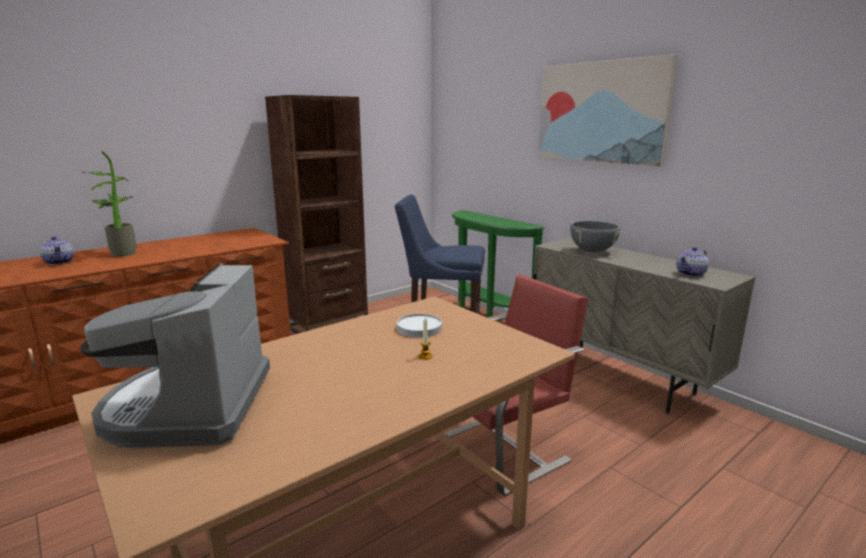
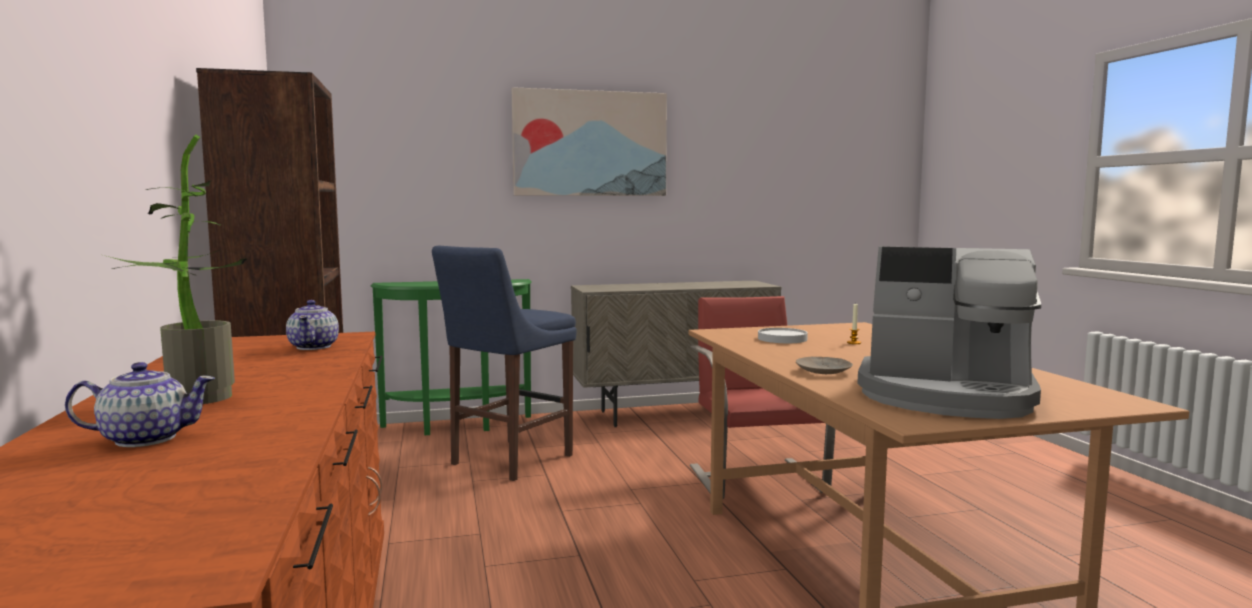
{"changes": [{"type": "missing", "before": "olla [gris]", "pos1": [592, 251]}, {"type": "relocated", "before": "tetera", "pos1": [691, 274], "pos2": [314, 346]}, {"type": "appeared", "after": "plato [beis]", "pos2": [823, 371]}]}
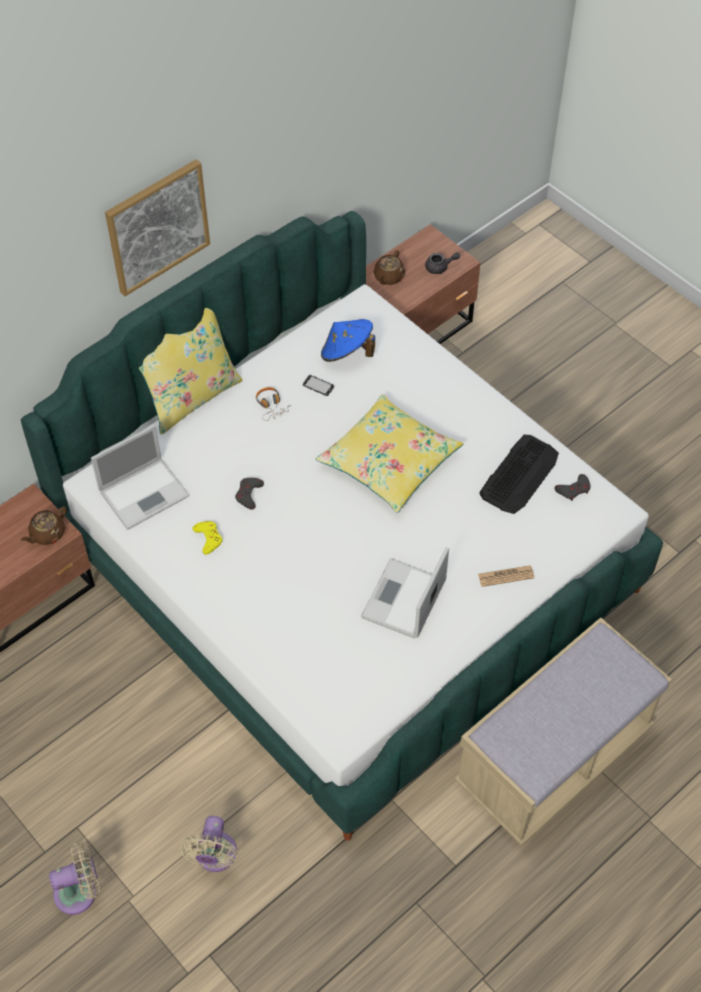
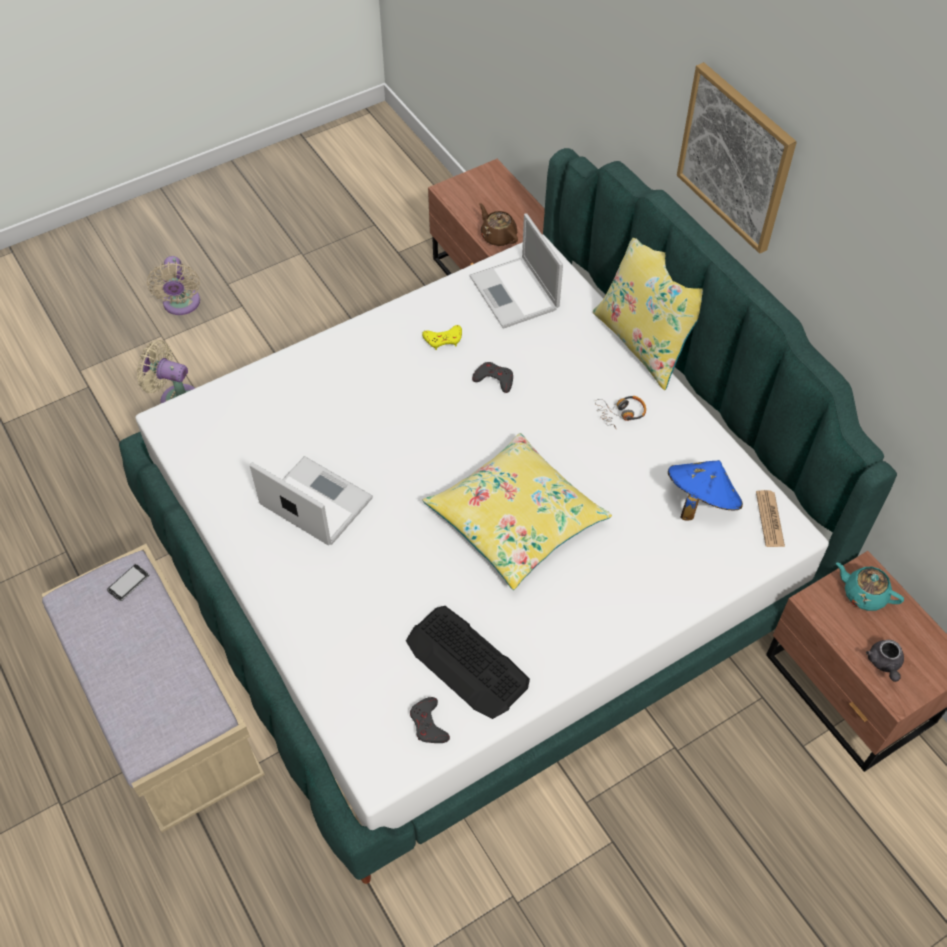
{"changes": [{"type": "relocated", "before": "móvil", "pos1": [318, 386], "pos2": [128, 583]}, {"type": "colour", "before": "tetera [marrón]", "after": "tetera [turquesa]", "pos1": [388, 277], "pos2": [863, 594]}, {"type": "relocated", "before": "periódico", "pos1": [506, 576], "pos2": [769, 519]}]}
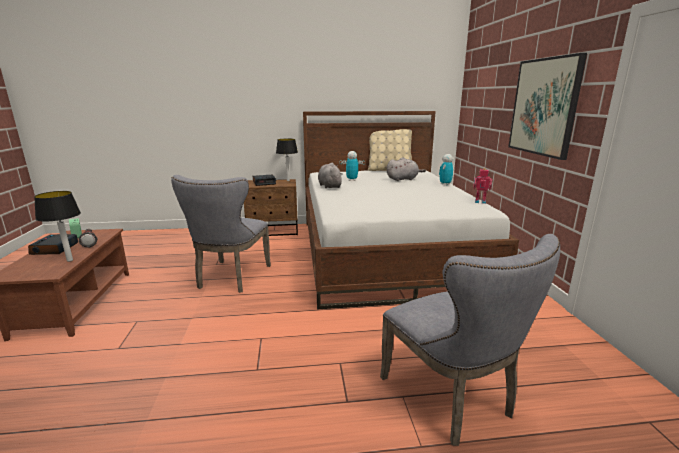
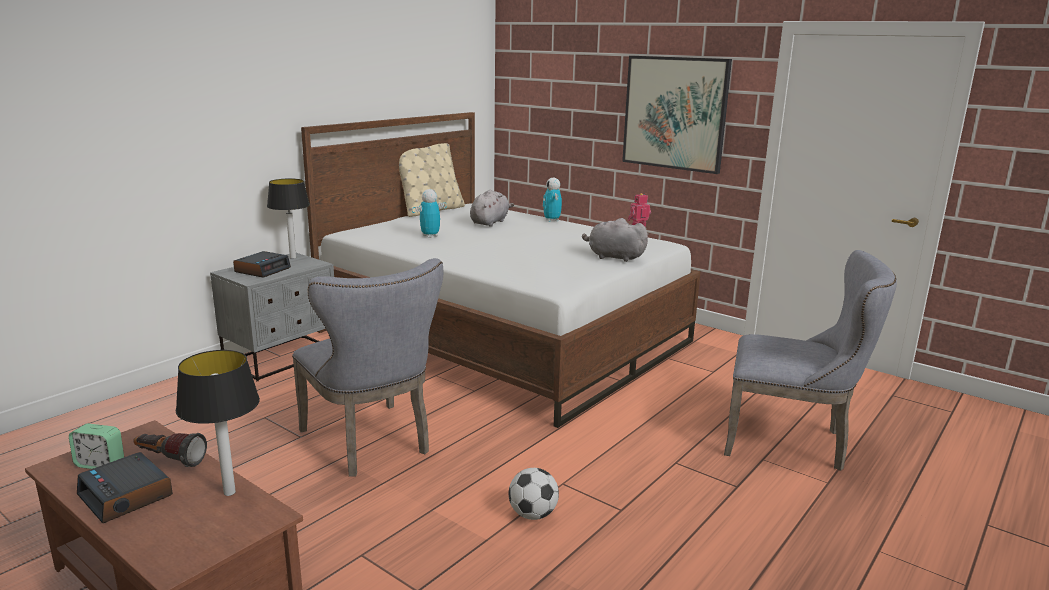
{"changes": [{"type": "colour", "before": "mesita de noche [marrón]", "after": "mesita de noche [gris]", "pos1": [273, 231], "pos2": [283, 358]}, {"type": "relocated", "before": "peluche [gris]", "pos1": [329, 186], "pos2": [613, 257]}, {"type": "appeared", "after": "balón de fútbol", "pos2": [533, 514]}]}
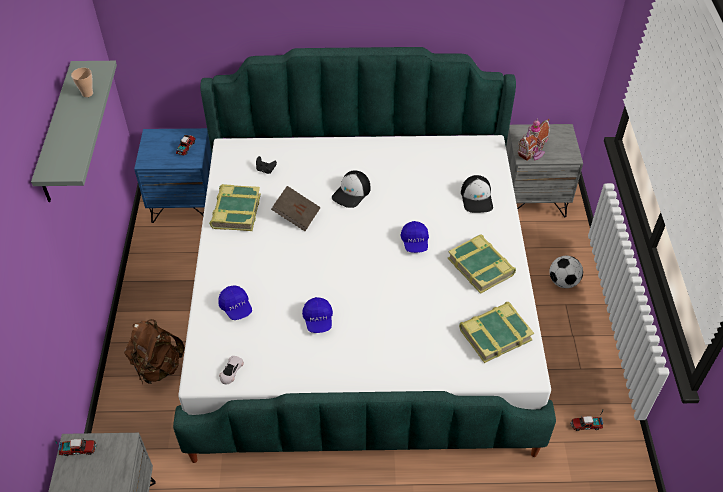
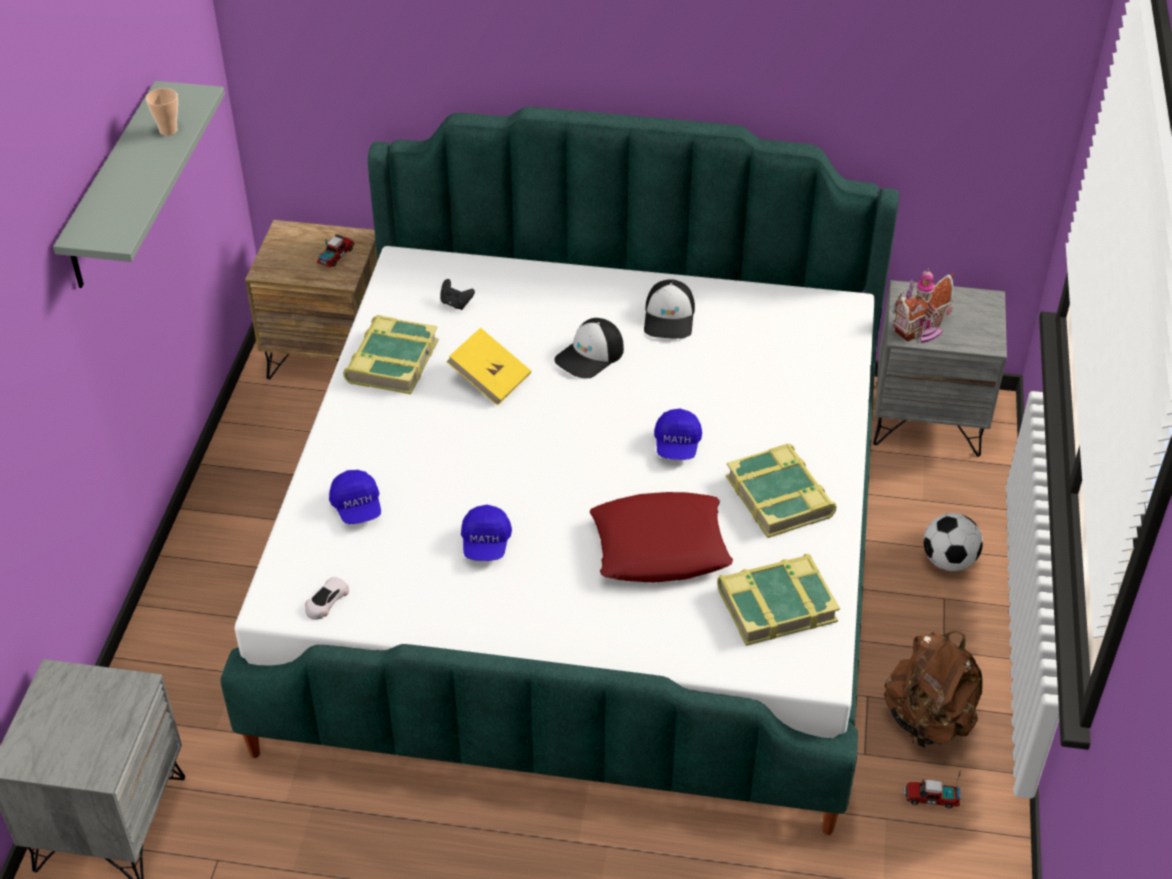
{"changes": [{"type": "missing", "before": "camión de juguete", "pos1": [79, 449]}, {"type": "relocated", "before": "mochila [marrón]", "pos1": [158, 367], "pos2": [928, 721]}, {"type": "colour", "before": "mesita de noche [azul]", "after": "mesita de noche [marrón]", "pos1": [184, 203], "pos2": [328, 355]}, {"type": "colour", "before": "libro [marrón]", "after": "libro [amarillo]", "pos1": [297, 215], "pos2": [490, 379]}, {"type": "relocated", "before": "gorra", "pos1": [477, 198], "pos2": [669, 318]}, {"type": "appeared", "after": "cojín [rojo]", "pos2": [660, 546]}]}
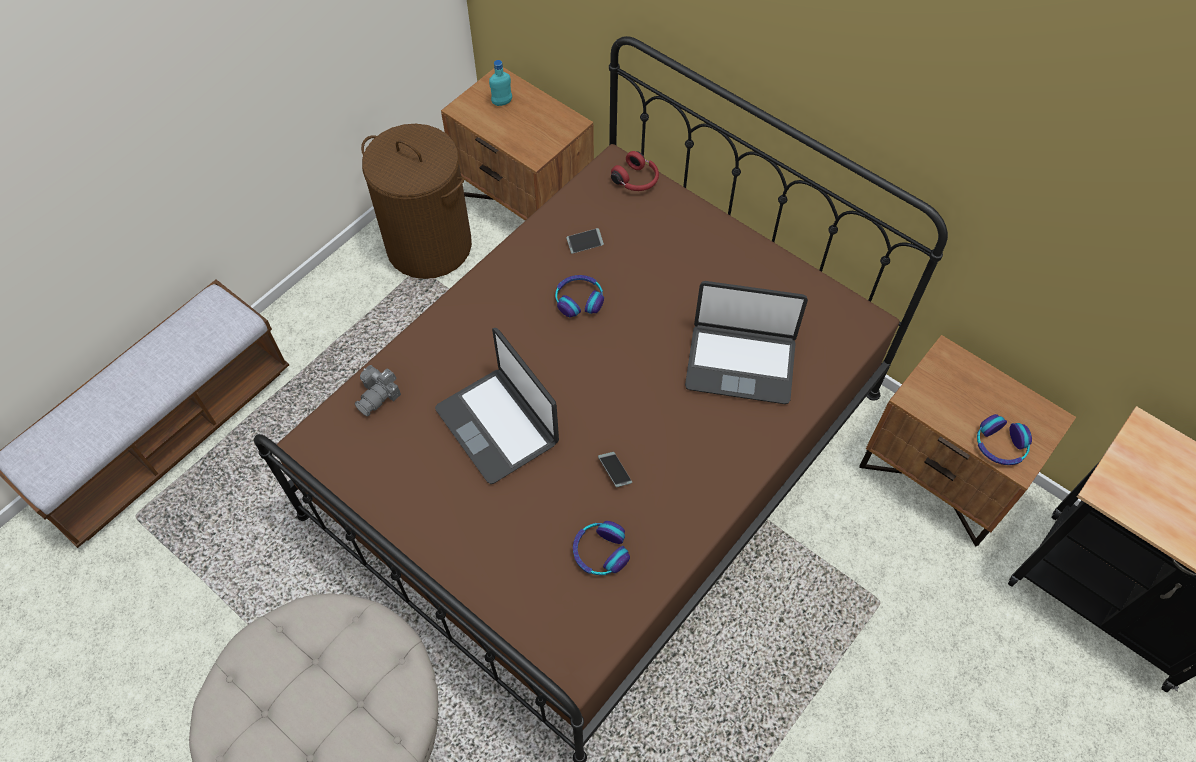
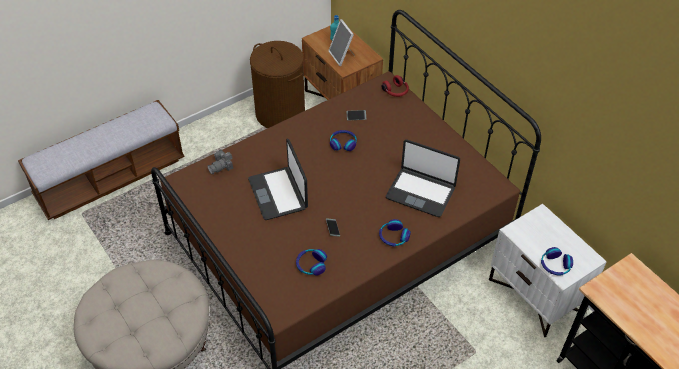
{"changes": [{"type": "colour", "before": "mesita de noche [marrón]", "after": "mesita de noche [blanco]", "pos1": [939, 476], "pos2": [535, 295]}, {"type": "appeared", "after": "portarretratos", "pos2": [342, 56]}, {"type": "appeared", "after": "auriculares", "pos2": [393, 237]}]}
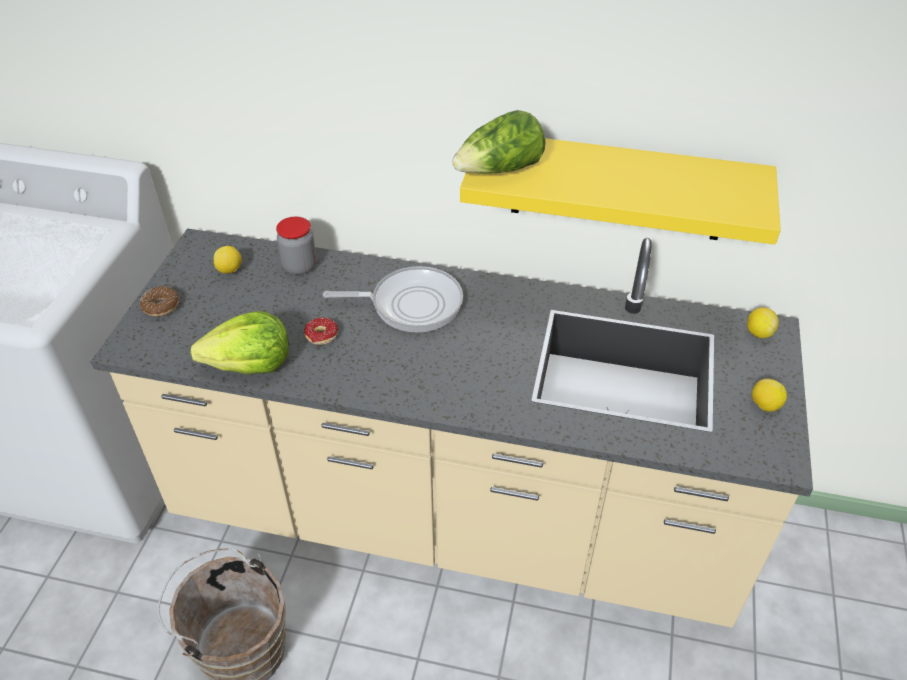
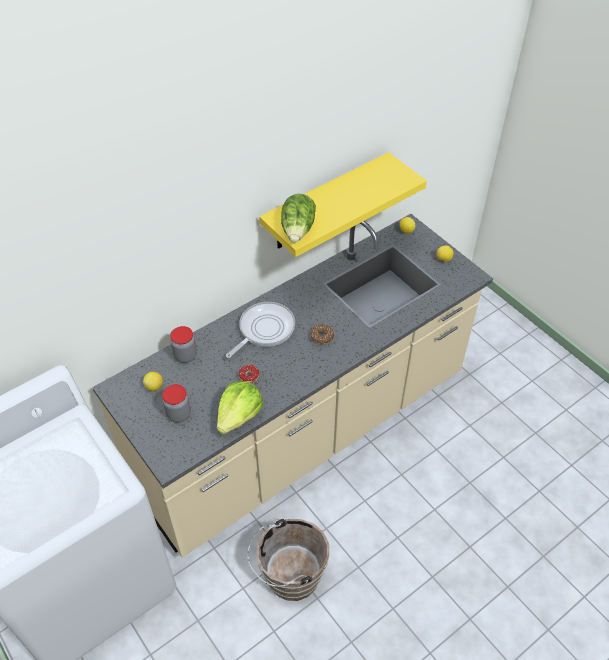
{"changes": [{"type": "relocated", "before": "rosquilla", "pos1": [161, 306], "pos2": [322, 336]}, {"type": "appeared", "after": "tarro", "pos2": [178, 414]}]}
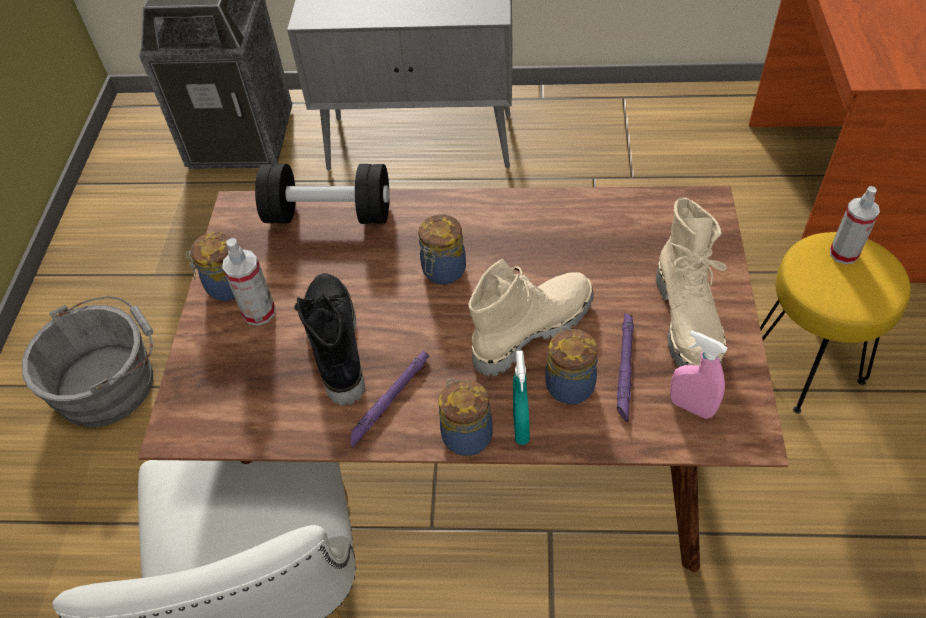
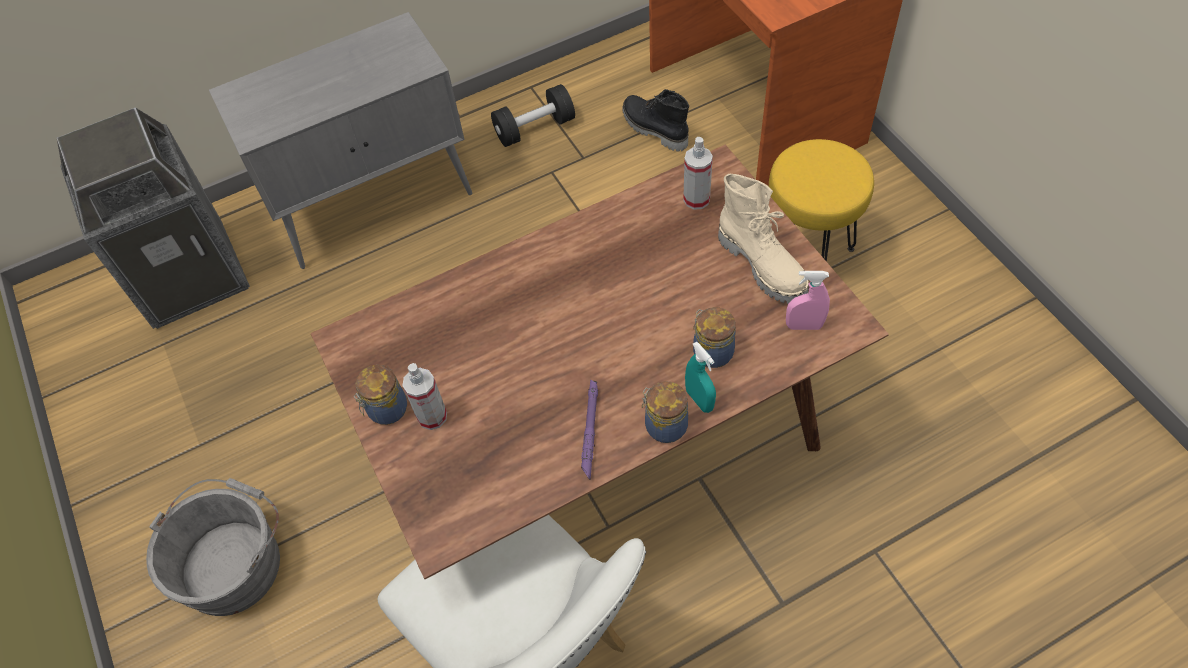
{"changes": [{"type": "relocated", "before": "mancuerna [negro]", "pos1": [329, 214], "pos2": [535, 128]}, {"type": "relocated", "before": "bota [negro]", "pos1": [334, 345], "pos2": [653, 129]}, {"type": "missing", "before": "tarro", "pos1": [443, 271]}, {"type": "missing", "before": "bota [beis]", "pos1": [531, 329]}, {"type": "missing", "before": "linterna [morado]", "pos1": [625, 369]}, {"type": "relocated", "before": "pulverizador", "pos1": [844, 253], "pos2": [696, 199]}]}
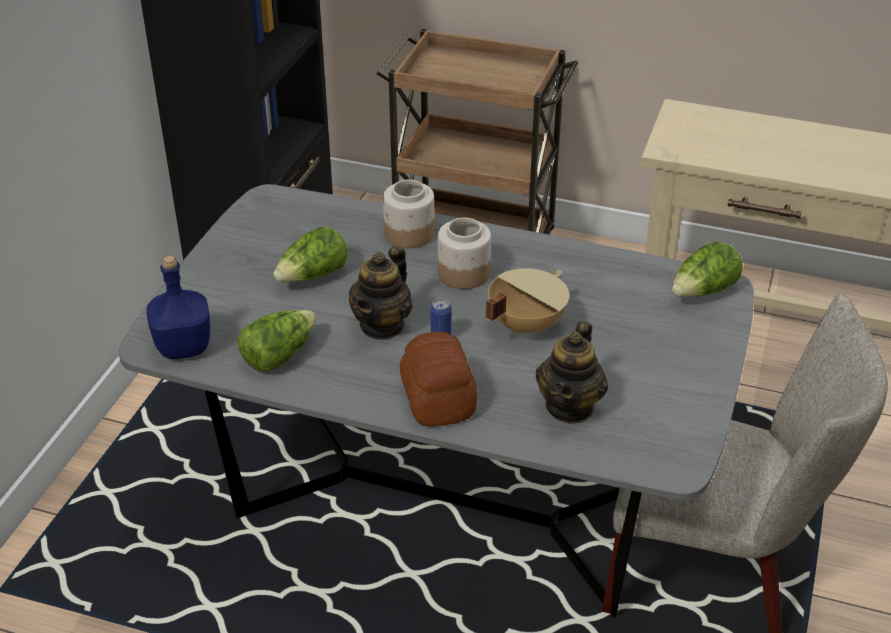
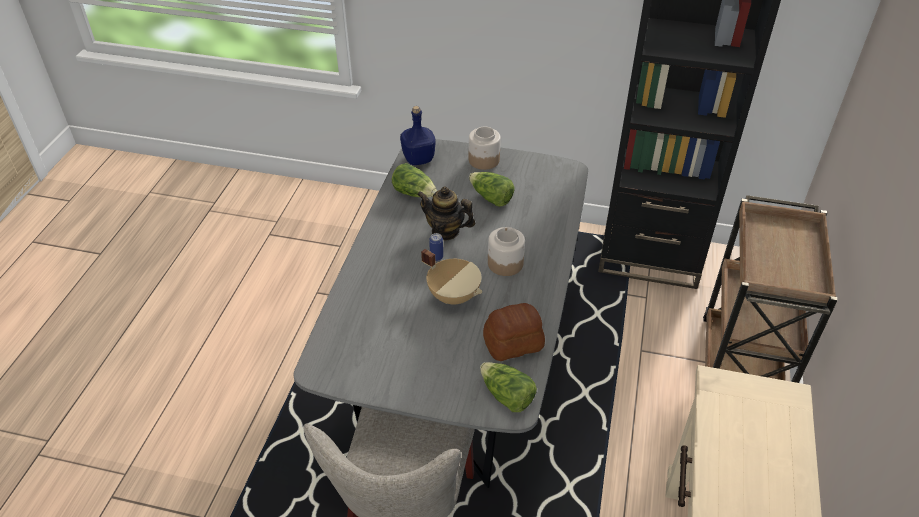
{"changes": [{"type": "relocated", "before": "tarro", "pos1": [409, 234], "pos2": [483, 160]}, {"type": "relocated", "before": "pan", "pos1": [439, 398], "pos2": [514, 344]}, {"type": "missing", "before": "tetera", "pos1": [570, 407]}]}
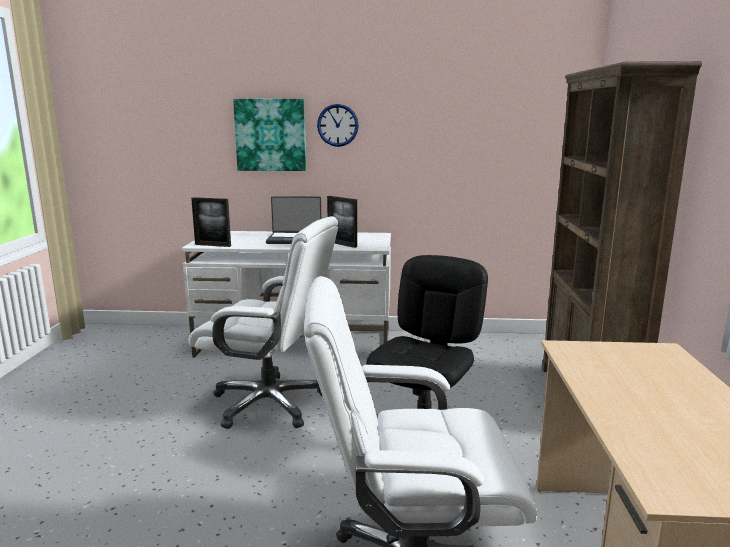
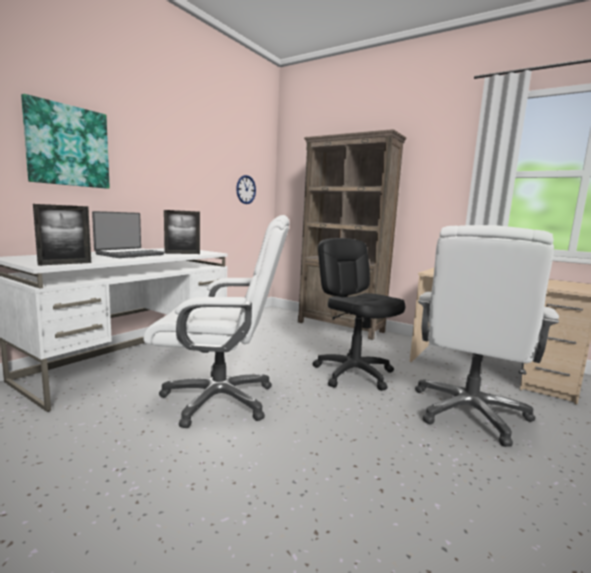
{"changes": [{"type": "spun", "before": "silla de oficina [blanco]", "pos1": [270, 403], "pos2": [220, 399], "turn": 45}, {"type": "relocated", "before": "reloj de pared", "pos1": [337, 125], "pos2": [246, 189]}]}
